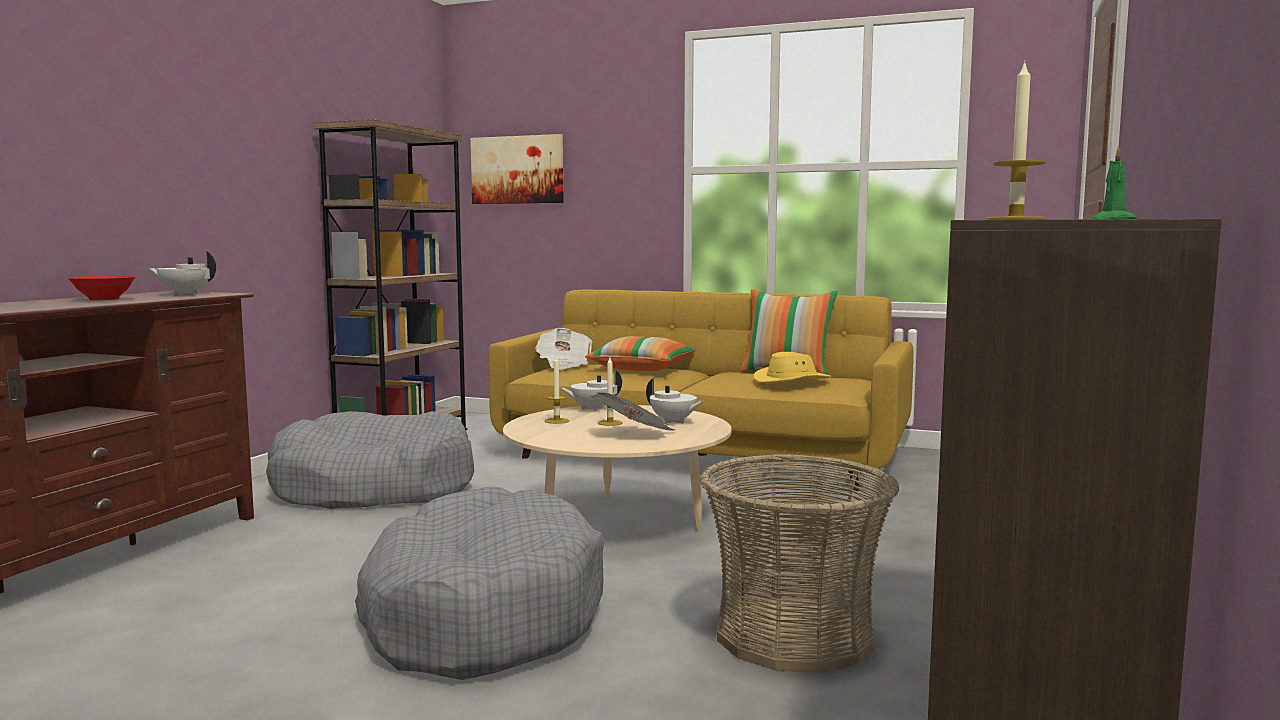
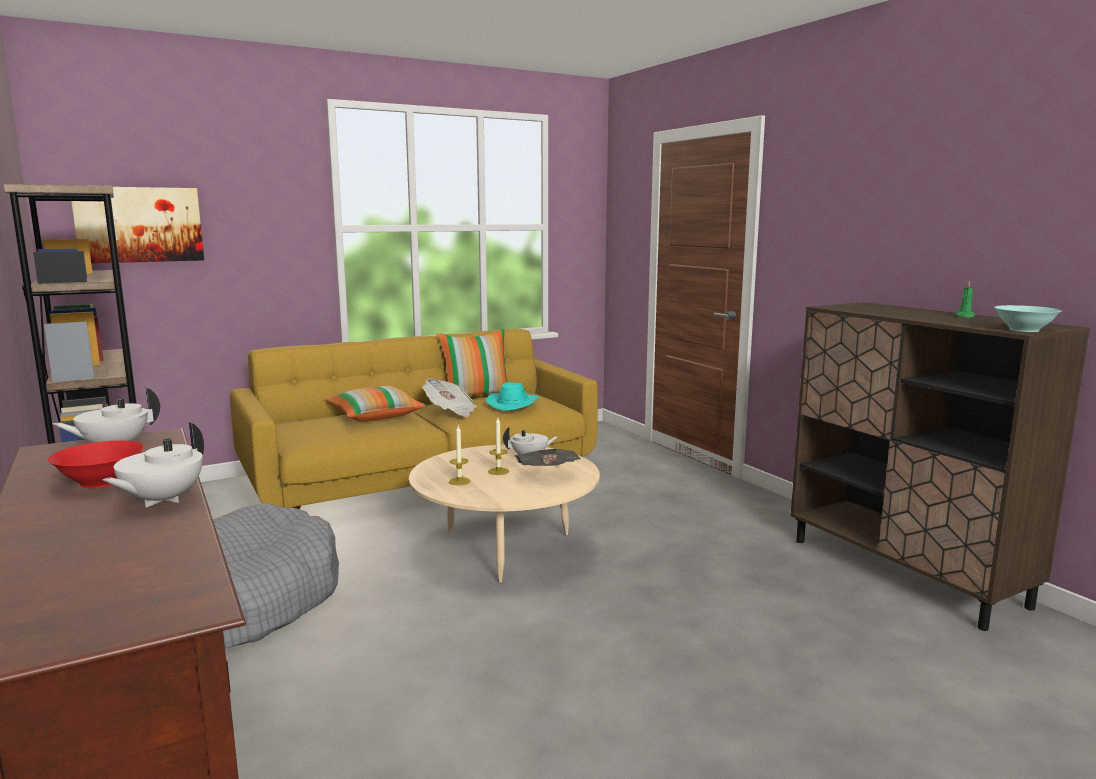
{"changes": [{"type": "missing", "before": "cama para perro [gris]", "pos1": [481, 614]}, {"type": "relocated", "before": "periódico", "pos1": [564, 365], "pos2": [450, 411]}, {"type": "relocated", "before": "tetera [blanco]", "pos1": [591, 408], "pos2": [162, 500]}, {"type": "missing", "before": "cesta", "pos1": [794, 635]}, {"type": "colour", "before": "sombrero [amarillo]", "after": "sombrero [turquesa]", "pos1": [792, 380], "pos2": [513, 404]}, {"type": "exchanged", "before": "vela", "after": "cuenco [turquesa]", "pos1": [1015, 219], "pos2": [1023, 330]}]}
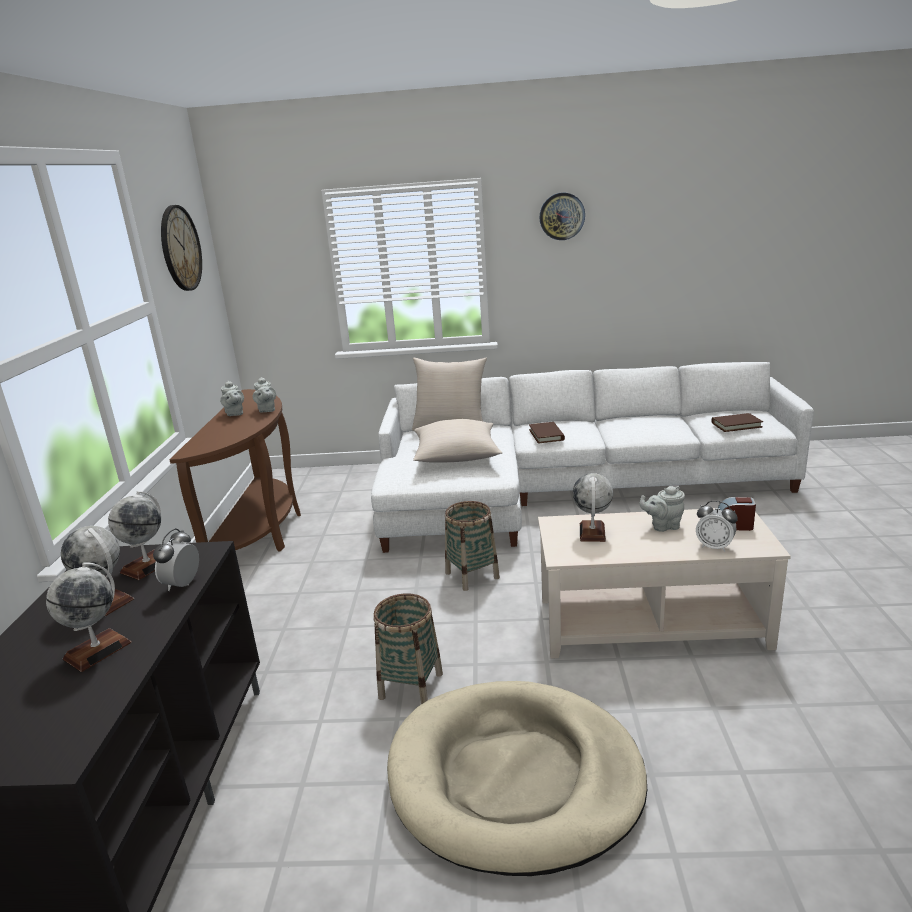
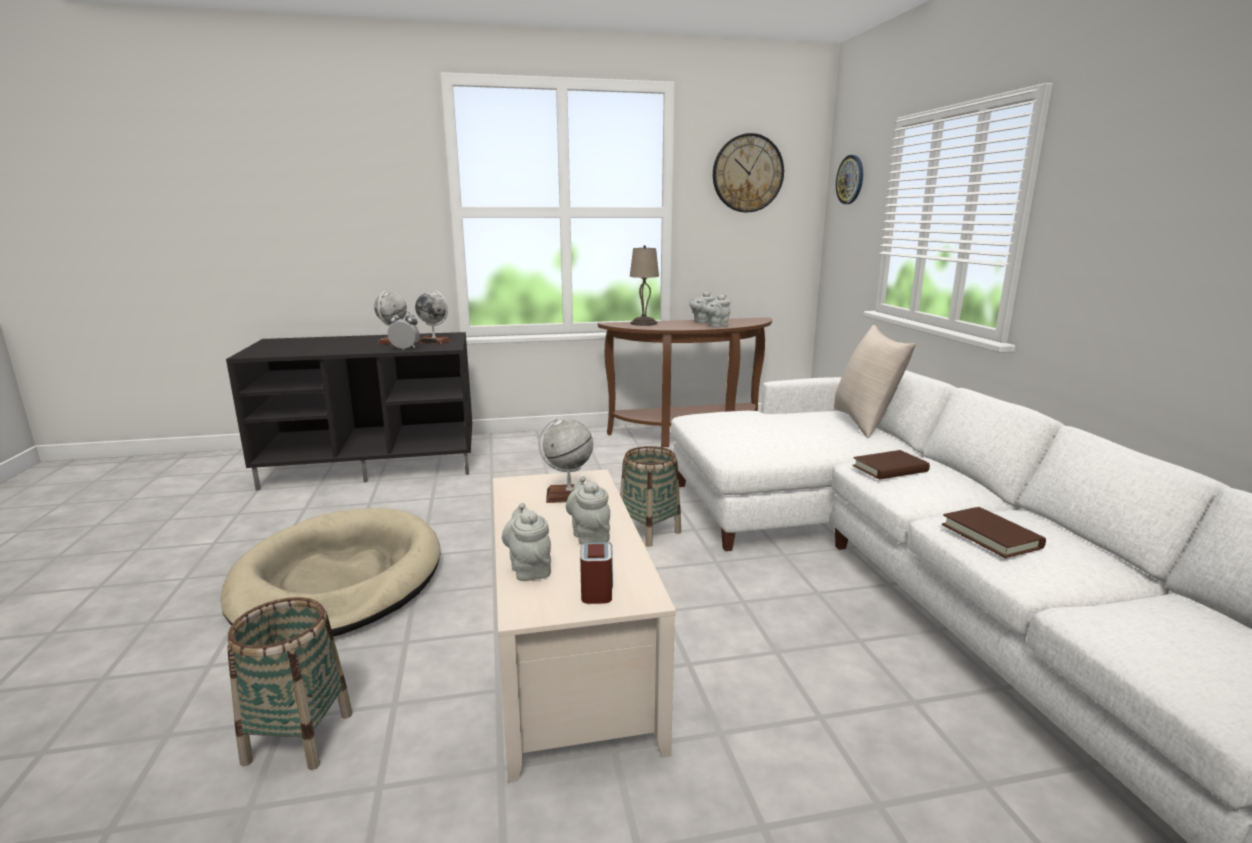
{"changes": [{"type": "missing", "before": "globo terráqueo", "pos1": [97, 650]}, {"type": "relocated", "before": "cesta", "pos1": [411, 685], "pos2": [299, 737]}, {"type": "missing", "before": "cojín [beis]", "pos1": [456, 455]}, {"type": "relocated", "before": "reloj de pared", "pos1": [562, 216], "pos2": [850, 179]}, {"type": "exchanged", "before": "despertador", "after": "tetera [gris]", "pos1": [714, 546], "pos2": [529, 569]}, {"type": "relocated", "before": "libro [marrón]", "pos1": [736, 425], "pos2": [991, 536]}, {"type": "appeared", "after": "lámpara de mesa [beis]", "pos2": [643, 323]}]}
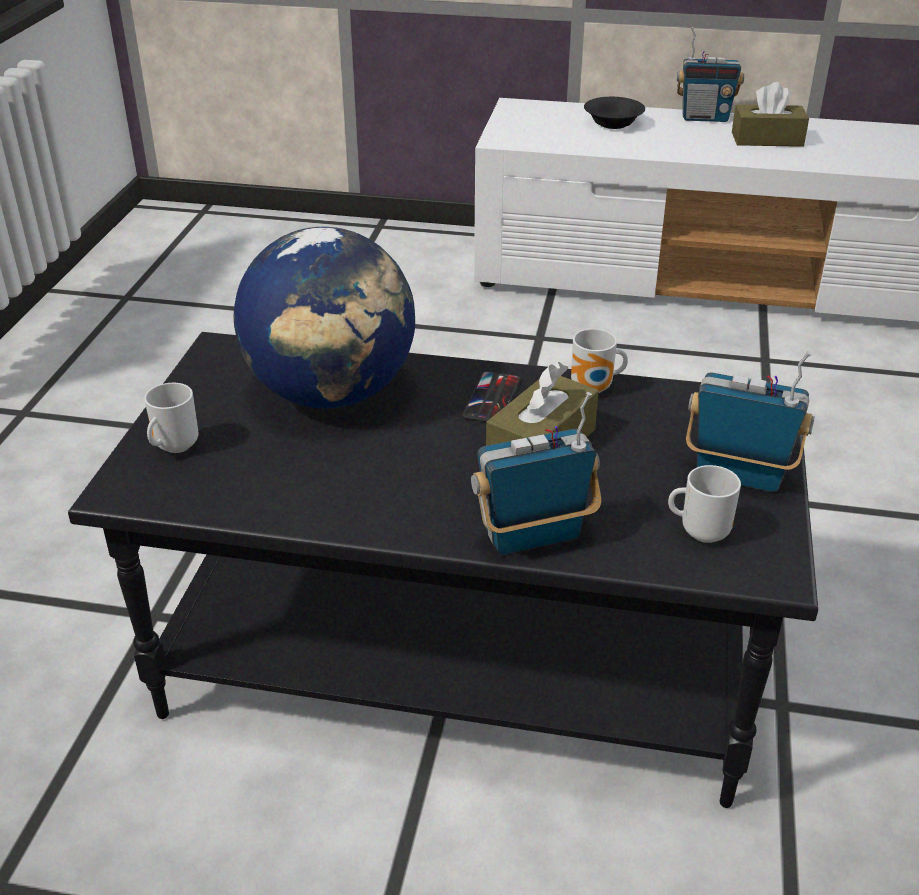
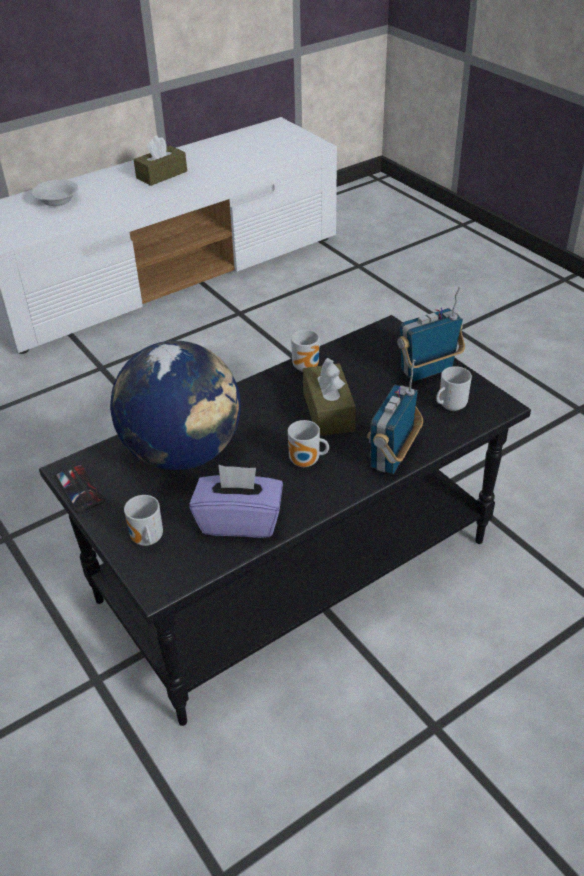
{"changes": [{"type": "relocated", "before": "móvil", "pos1": [492, 398], "pos2": [80, 488]}, {"type": "colour", "before": "cuenco [negro]", "after": "cuenco [blanco]", "pos1": [613, 123], "pos2": [57, 201]}, {"type": "missing", "before": "radio", "pos1": [704, 118]}, {"type": "appeared", "after": "caja de pañuelos [morado]", "pos2": [239, 521]}, {"type": "appeared", "after": "taza grande", "pos2": [306, 463]}]}
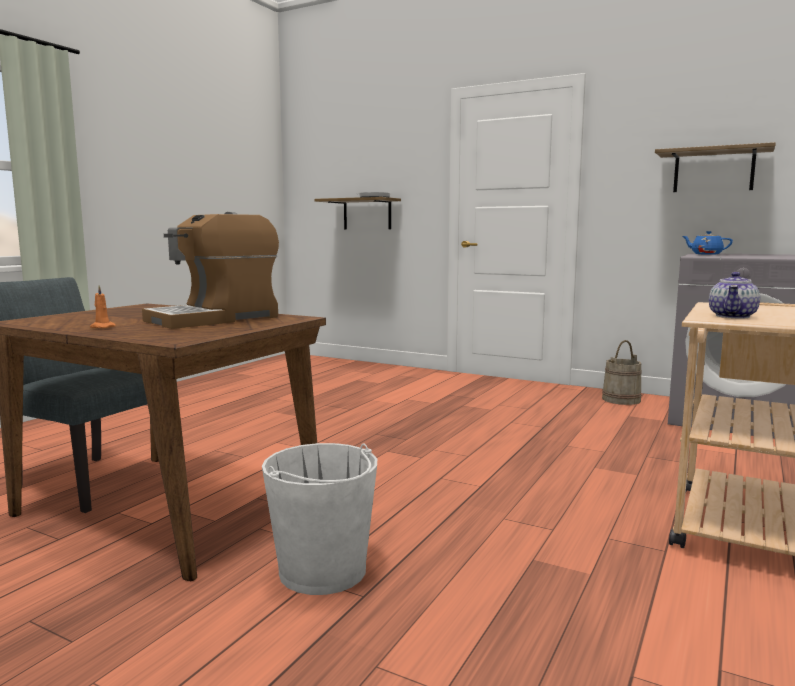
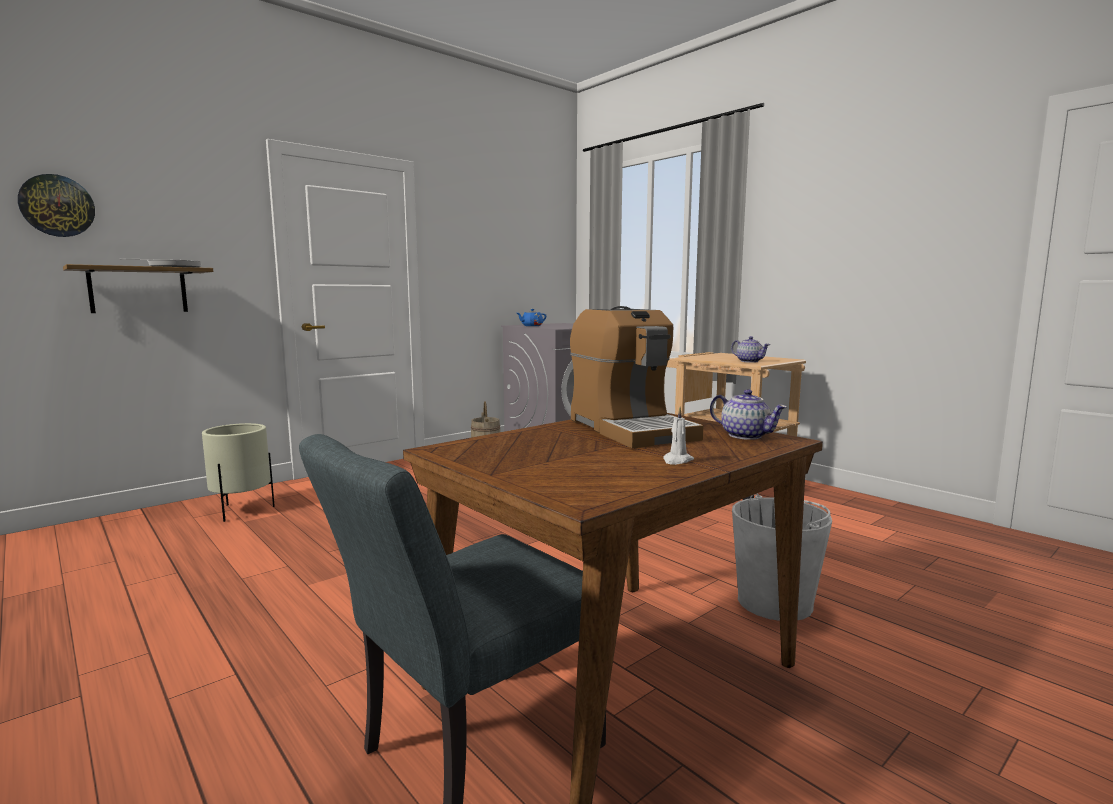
{"changes": [{"type": "colour", "before": "vela [naranja]", "after": "vela [blanco]", "pos1": [101, 327], "pos2": [677, 460]}, {"type": "missing", "before": "estante", "pos1": [713, 171]}, {"type": "appeared", "after": "reloj de pared", "pos2": [57, 206]}, {"type": "appeared", "after": "maceta [beis]", "pos2": [242, 510]}, {"type": "appeared", "after": "tetera", "pos2": [746, 435]}]}
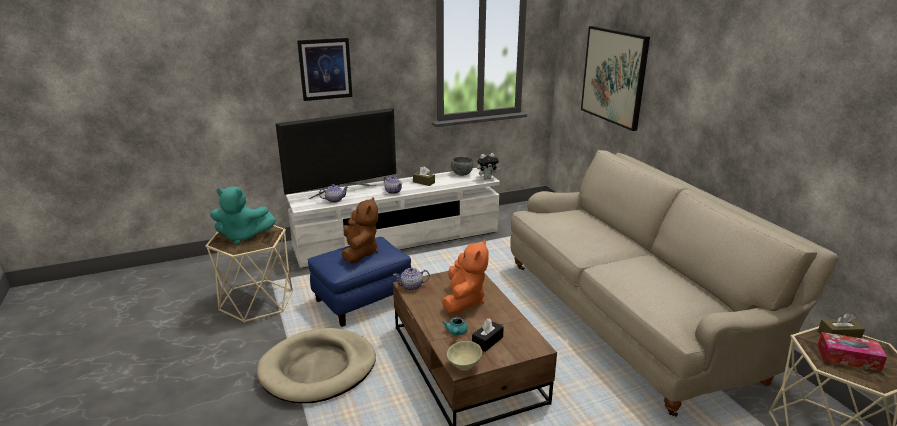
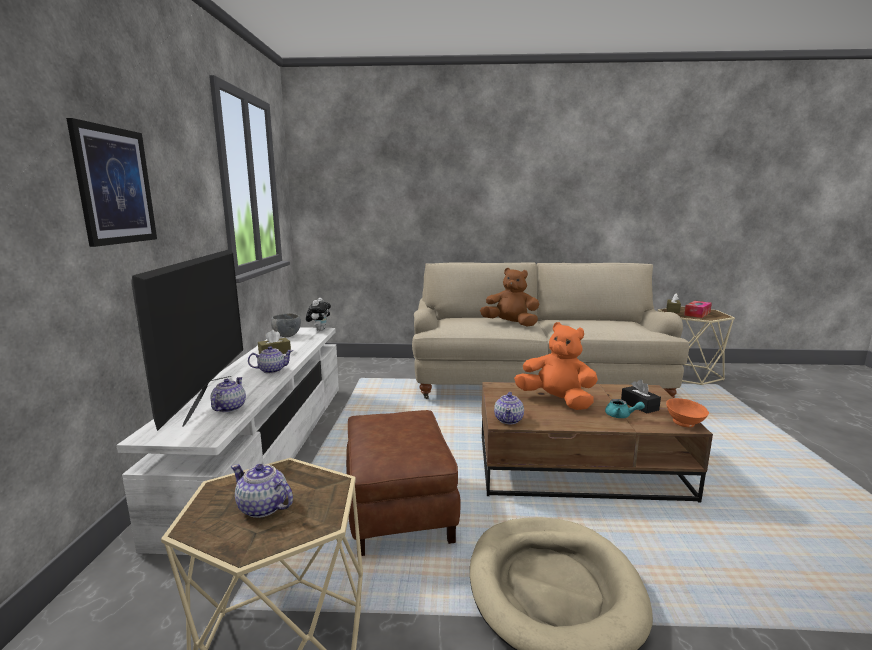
{"changes": [{"type": "exchanged", "before": "peluche [turquesa]", "after": "tetera", "pos1": [243, 236], "pos2": [263, 508]}, {"type": "colour", "before": "puf [azul]", "after": "puf [marrón]", "pos1": [362, 301], "pos2": [398, 510]}, {"type": "relocated", "before": "peluche [marrón]", "pos1": [360, 253], "pos2": [510, 324]}, {"type": "colour", "before": "cuenco [beis]", "after": "cuenco [naranja]", "pos1": [463, 365], "pos2": [684, 424]}, {"type": "missing", "before": "cuadro", "pos1": [614, 76]}]}
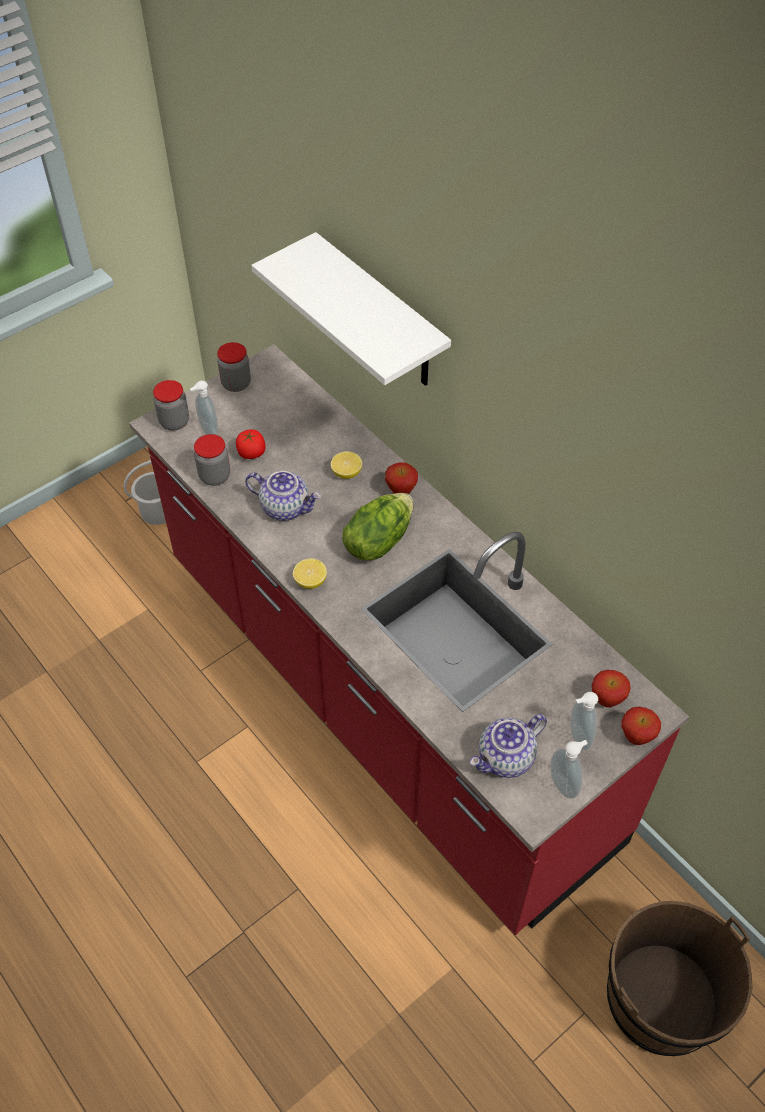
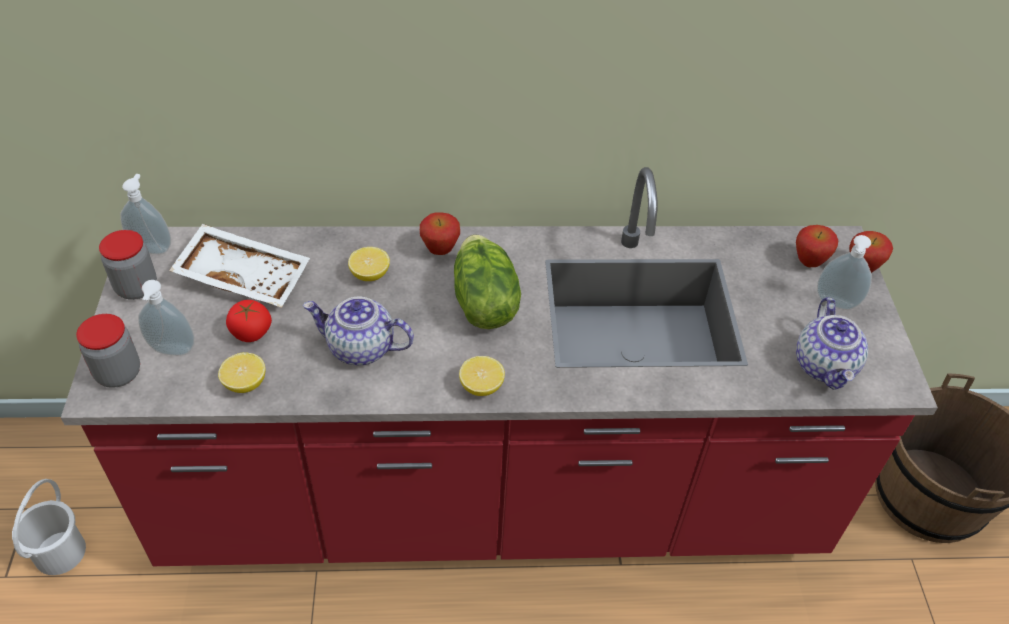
{"changes": [{"type": "exchanged", "before": "tarro", "after": "limón", "pos1": [215, 476], "pos2": [245, 383]}, {"type": "spun", "before": "tetera", "pos1": [285, 507], "pos2": [360, 348], "turn": -135}, {"type": "missing", "before": "estante [blanco]", "pos1": [381, 315]}, {"type": "relocated", "before": "dispensador de jabón", "pos1": [564, 784], "pos2": [153, 247]}, {"type": "appeared", "after": "bandeja [blanco]", "pos2": [245, 275]}]}
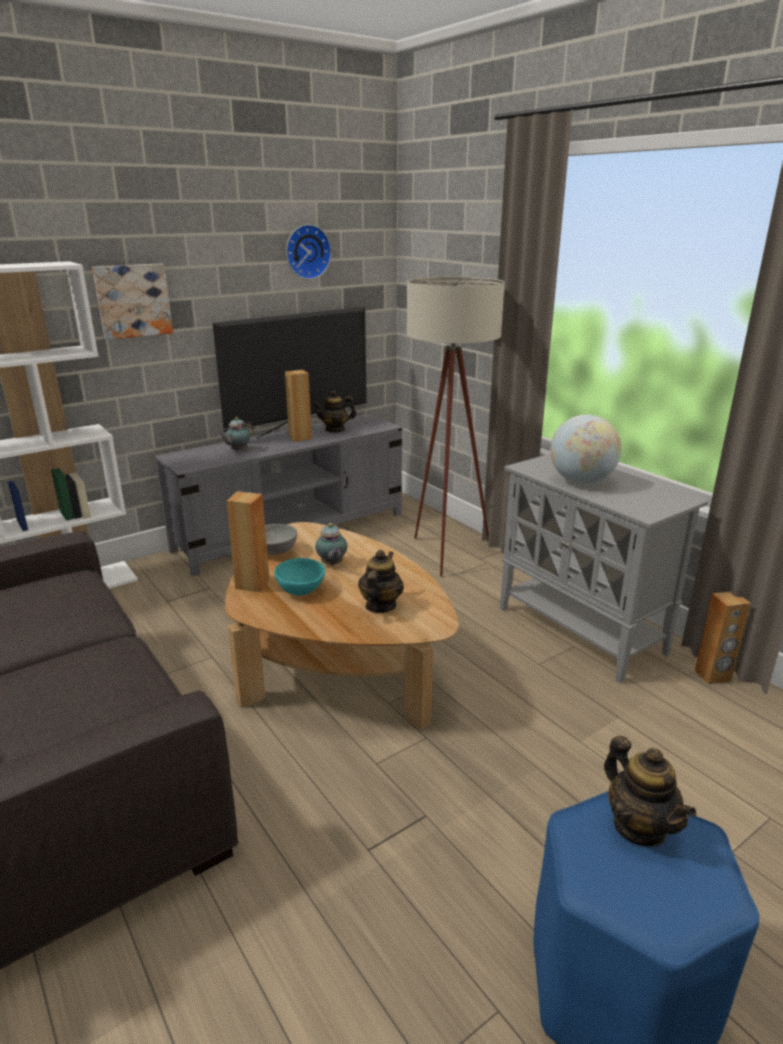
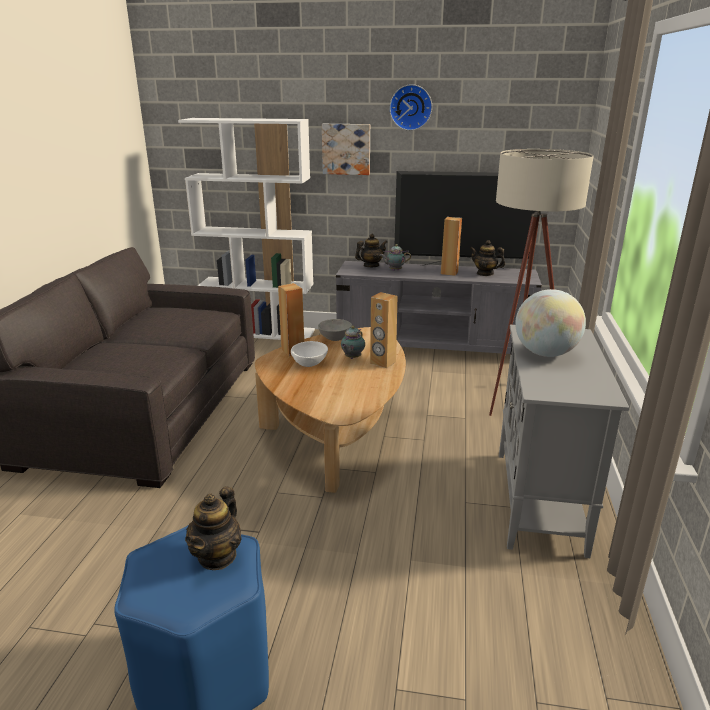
{"changes": [{"type": "colour", "before": "cuenco [turquesa]", "after": "cuenco [blanco]", "pos1": [301, 590], "pos2": [310, 364]}, {"type": "relocated", "before": "reloj de pared", "pos1": [306, 252], "pos2": [411, 107]}, {"type": "relocated", "before": "tetera", "pos1": [380, 606], "pos2": [371, 266]}, {"type": "relocated", "before": "altavoz [marrón]", "pos1": [713, 676], "pos2": [382, 362]}]}
